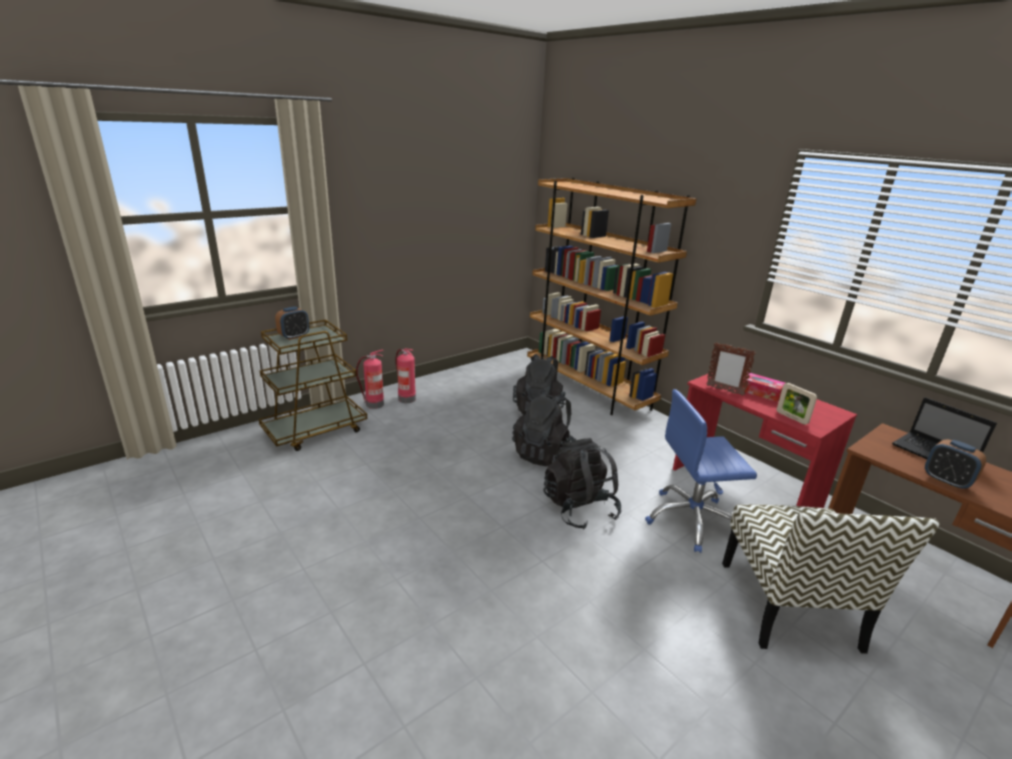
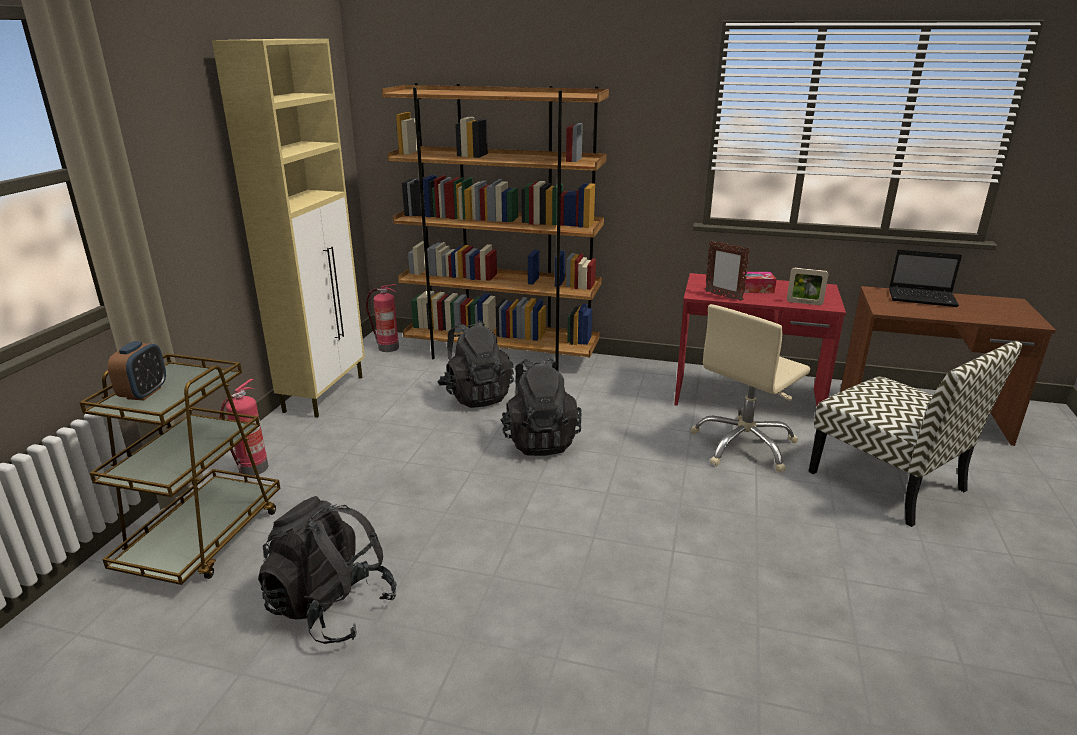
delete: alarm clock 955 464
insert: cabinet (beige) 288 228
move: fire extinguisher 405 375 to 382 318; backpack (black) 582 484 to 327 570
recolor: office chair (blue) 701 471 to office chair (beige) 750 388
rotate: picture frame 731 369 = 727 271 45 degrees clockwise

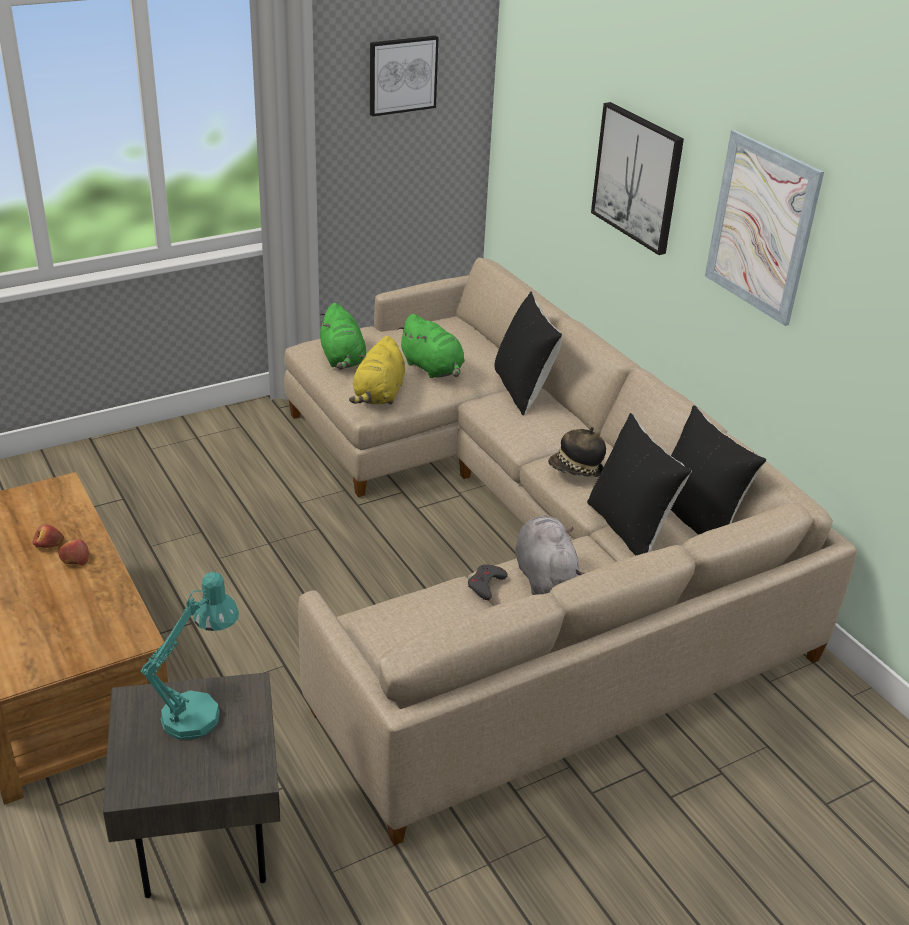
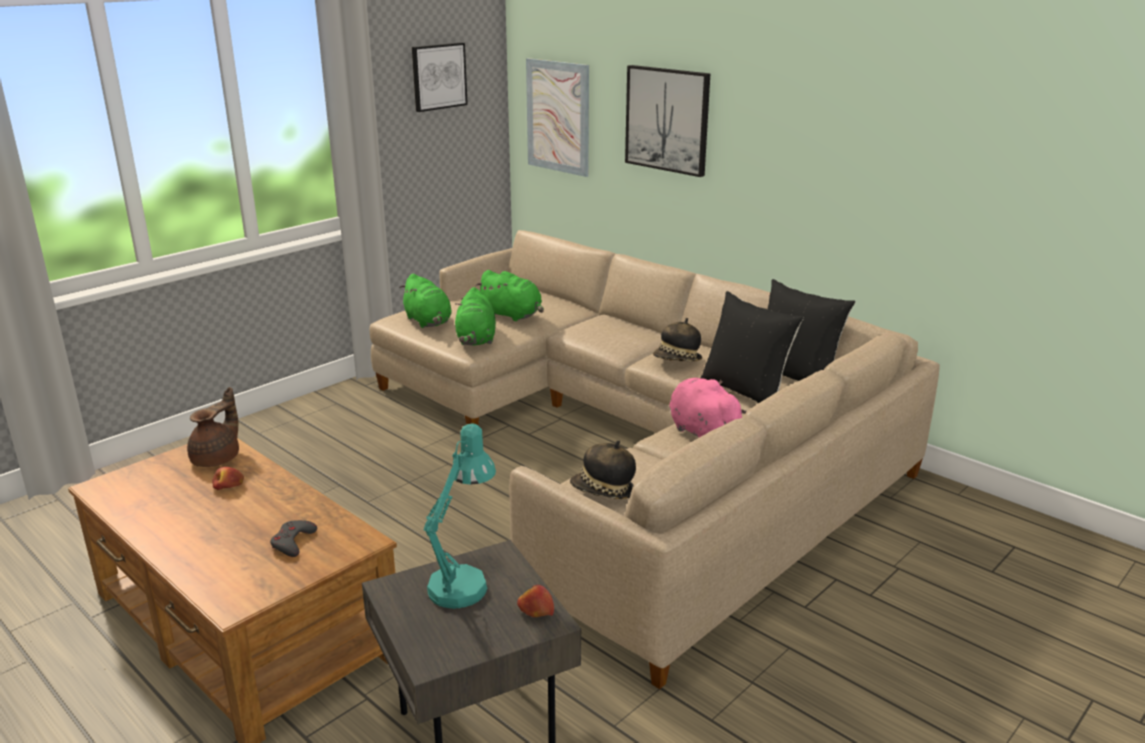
delete: pillow (black) 529 354
insert: teapot (brown) 213 427; hat 603 469
move: picture 764 228 to 557 117; apple 73 552 to 535 601; game controller (grey) 488 582 to 293 538
recolor: plush toy (yellow) 377 370 to plush toy (green) 475 316; plush toy (grey) 550 555 to plush toy (pink) 707 408

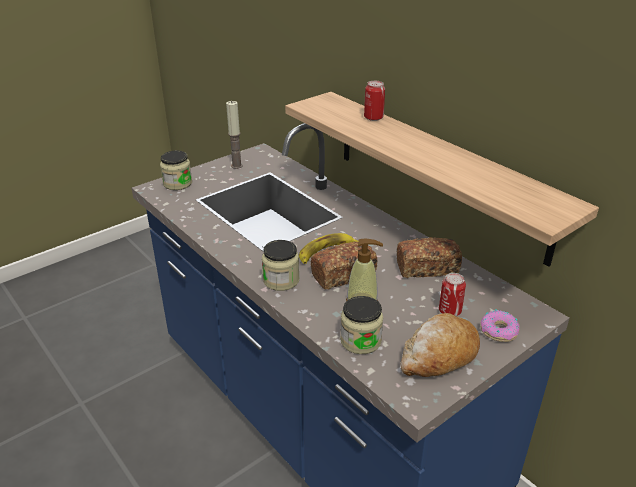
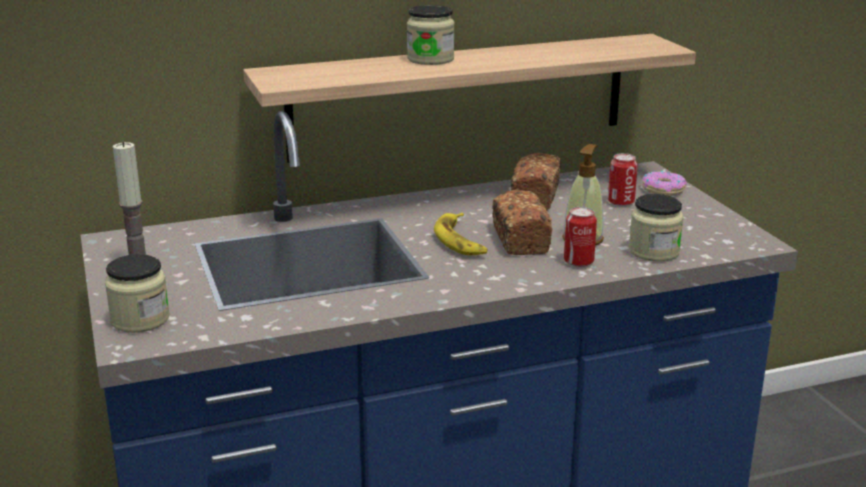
delete: bread 440 345
move: can 374 101 to 580 237; jar 280 265 to 431 35

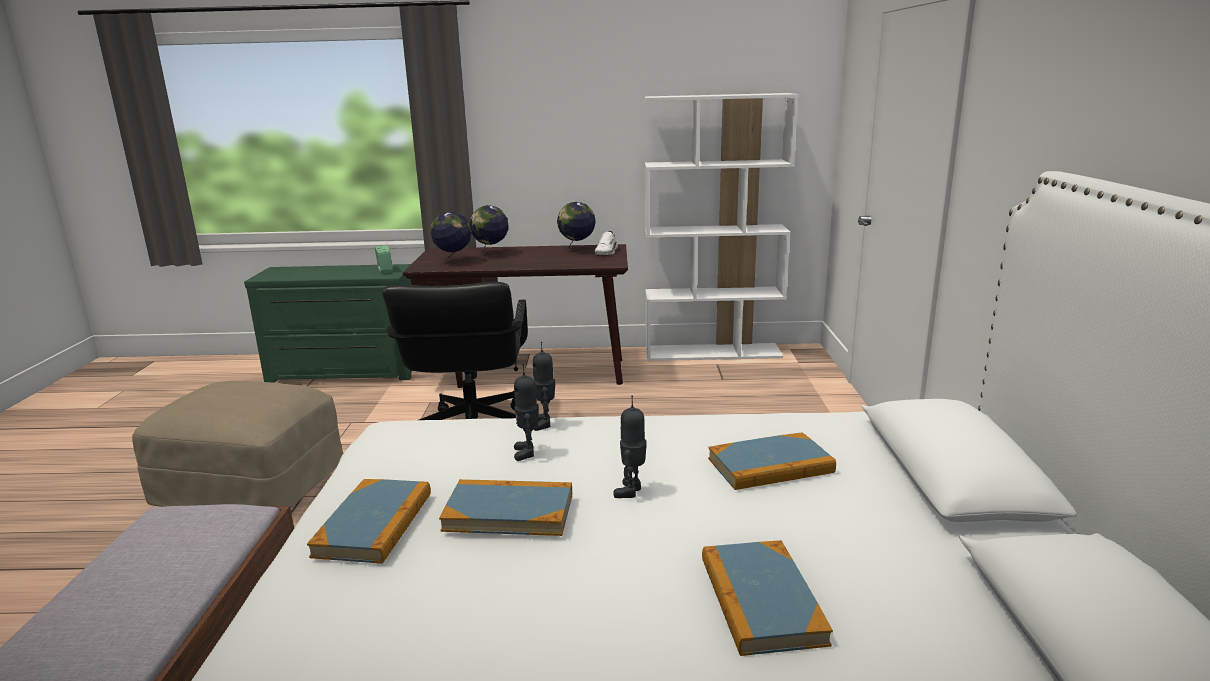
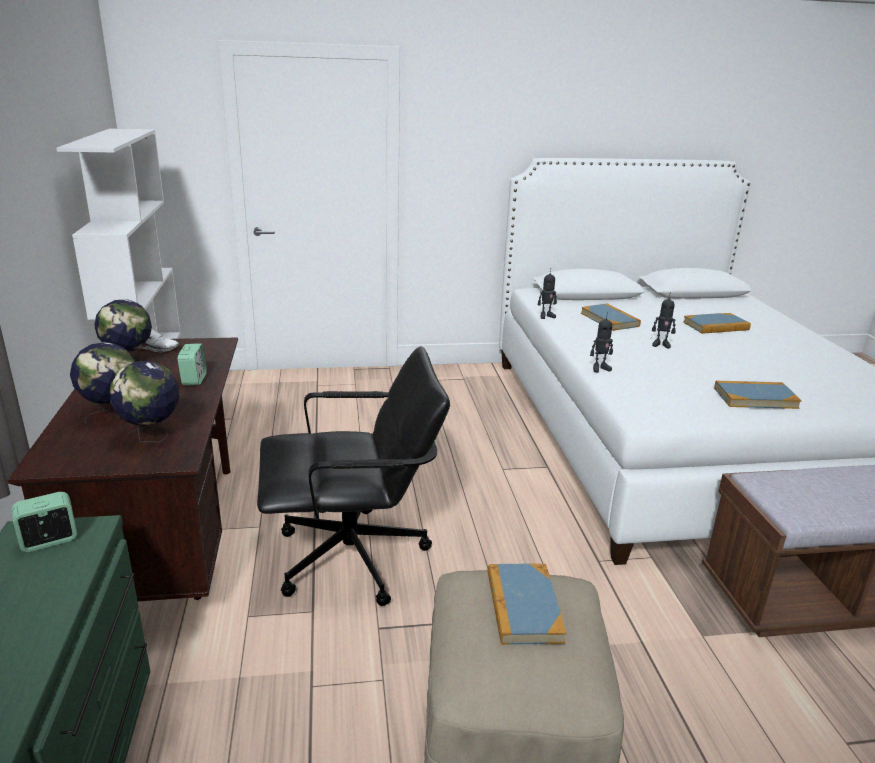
insert: alarm clock 192 364
move: toy robot 526 412 to 547 293; book 505 507 to 527 604

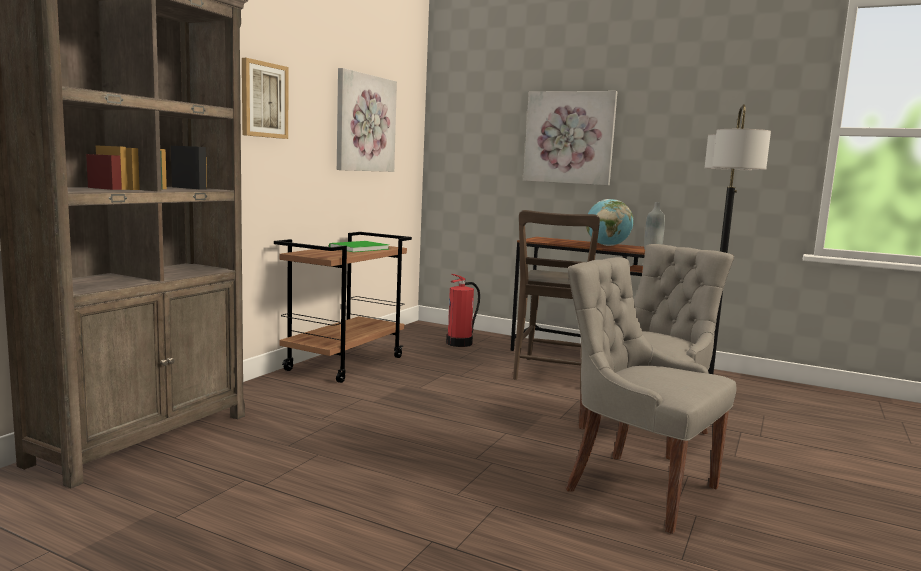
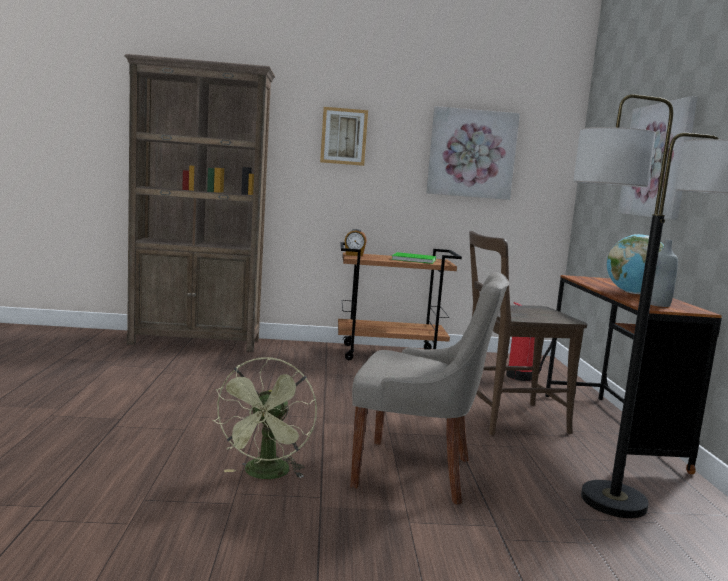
insert: alarm clock 356 242
replace: chair (grey) 651 395 to fan (green) 264 418

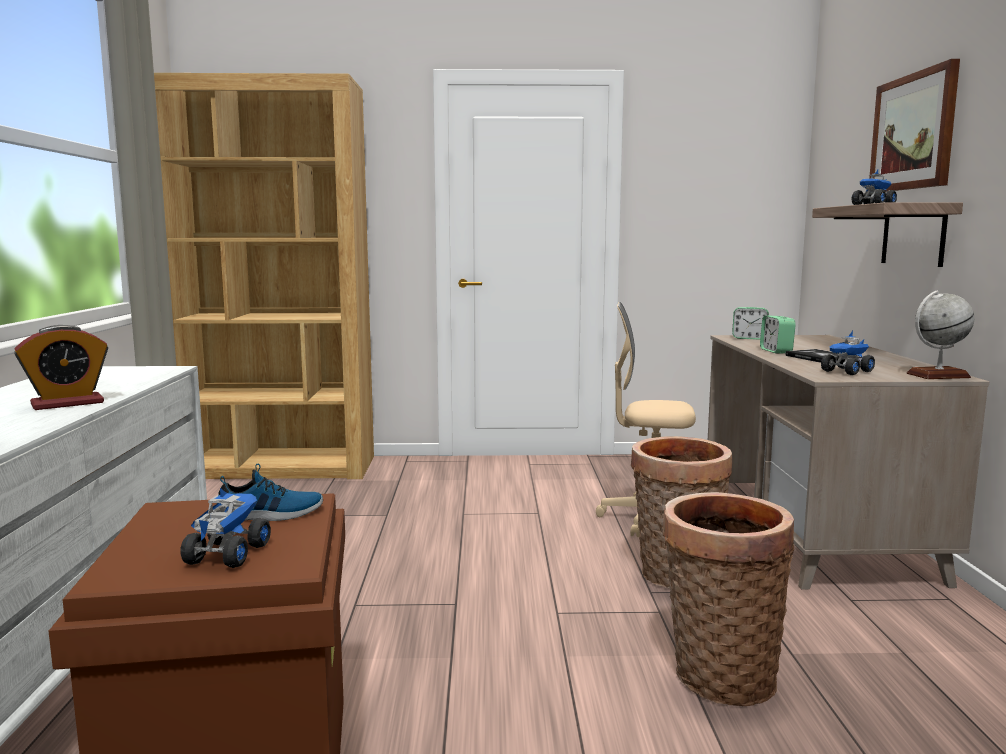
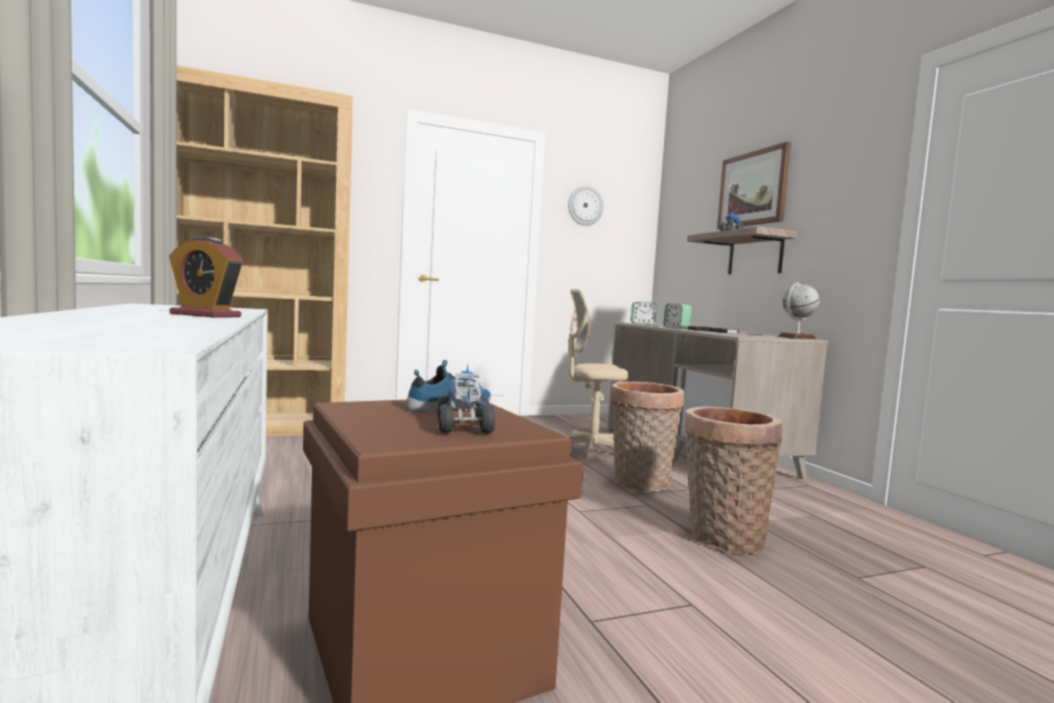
delete: toy truck 848 353
insert: wall clock 585 206
rotate: alarm clock 61 367 = 206 277 75 degrees clockwise

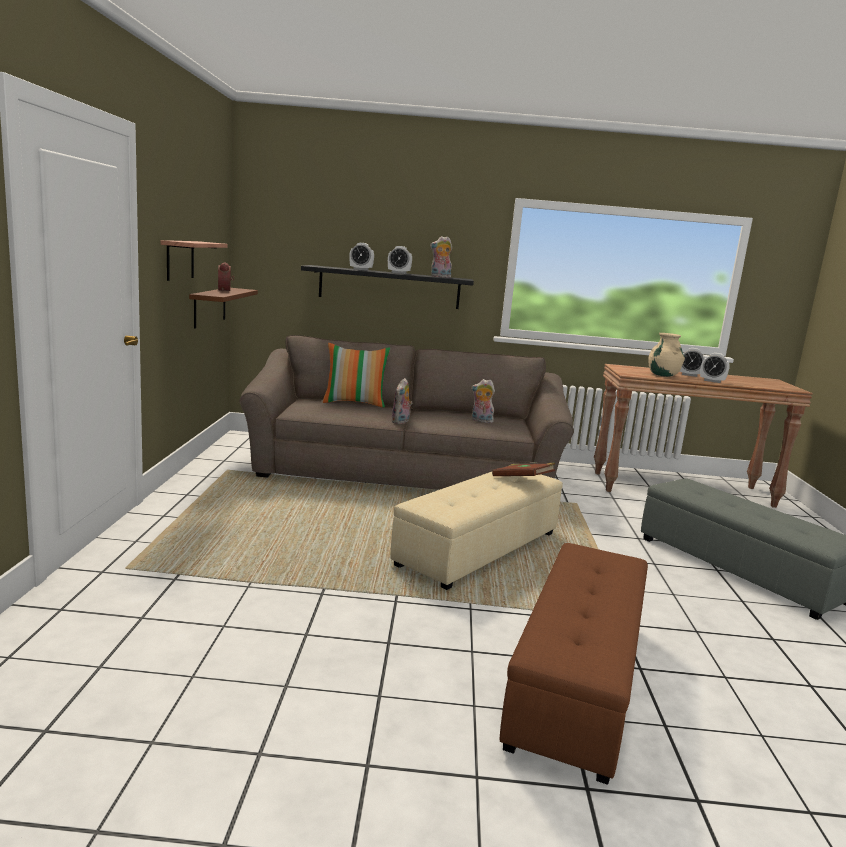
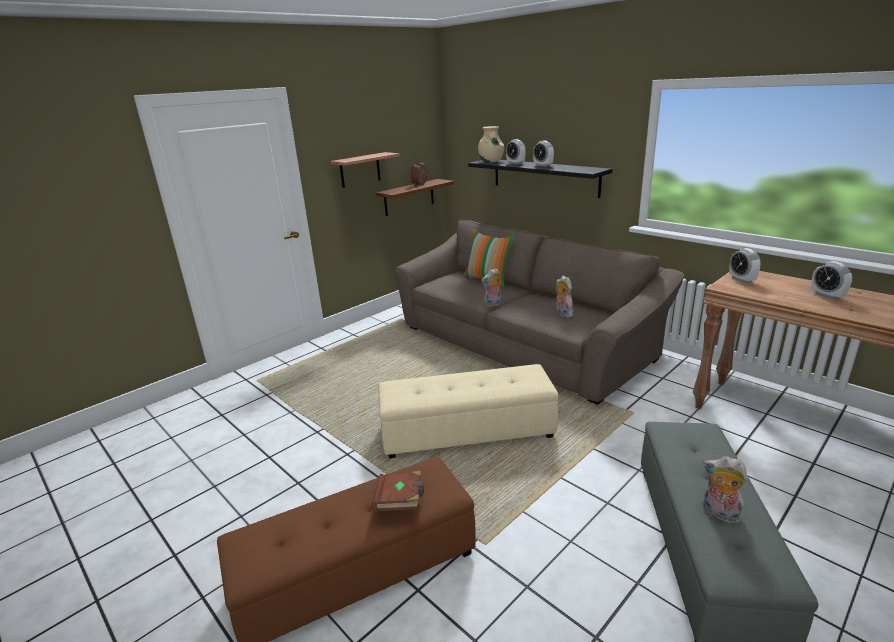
move: plush toy 441 257 to 725 489; vase (beige) 666 355 to 491 144; alarm clock 715 368 to 745 265; book (brown) 523 469 to 397 491

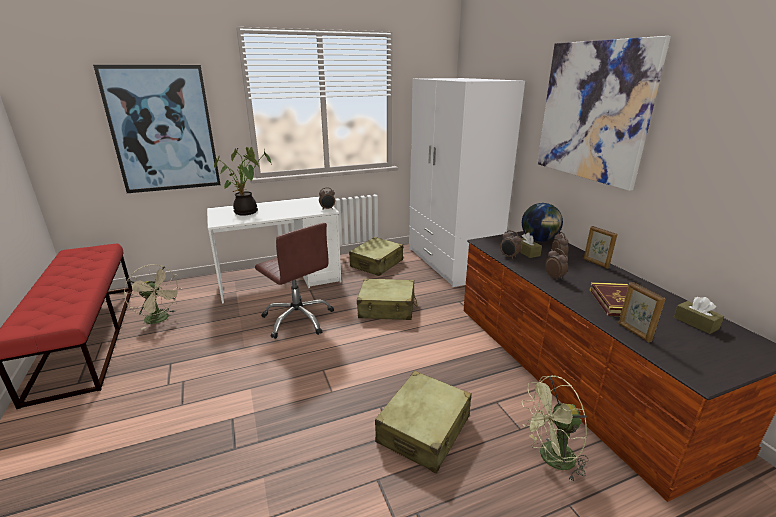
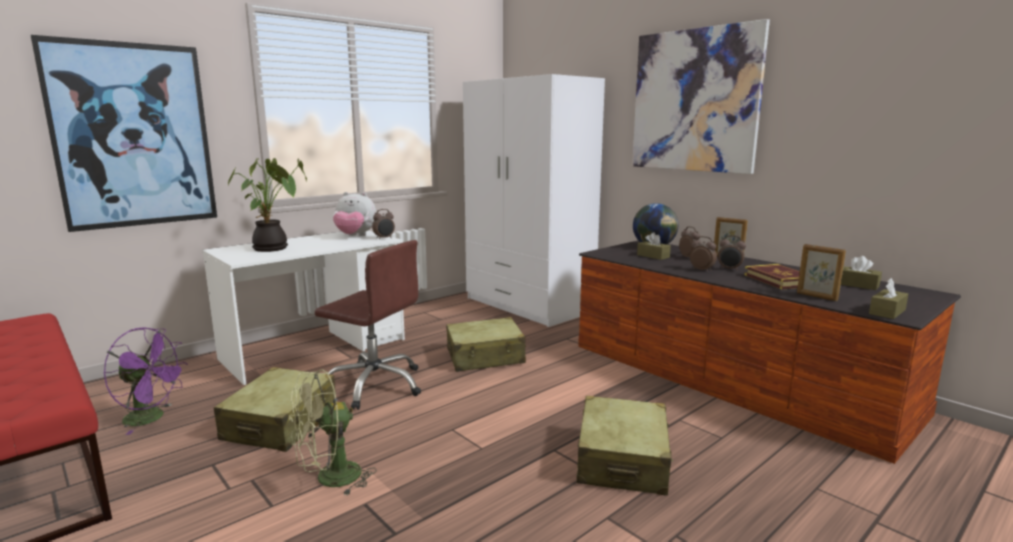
insert: plush toy 354 214; tissue box (brown) 888 298
move: alarm clock 510 244 to 732 253; suitcase (beige) 376 256 to 274 409; fan (green) 555 429 to 332 432
recolor: fan (beige) 151 297 to fan (purple) 146 381

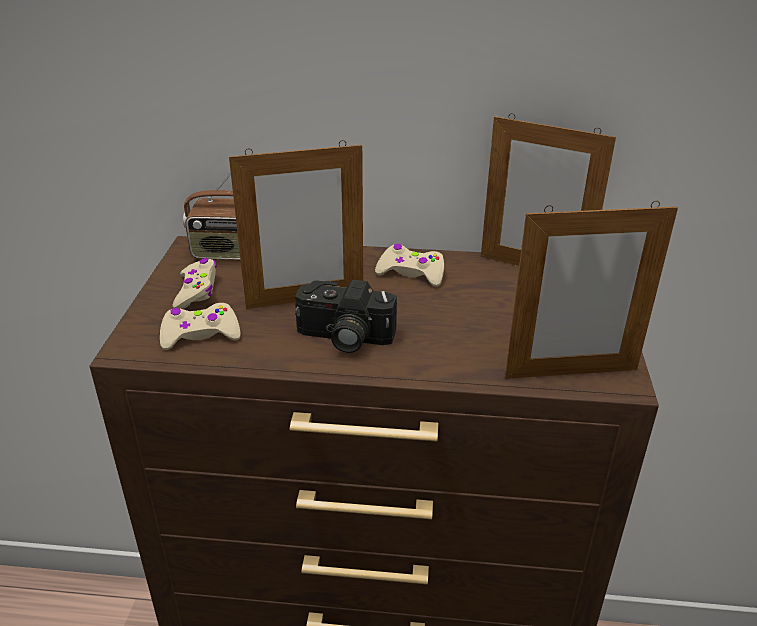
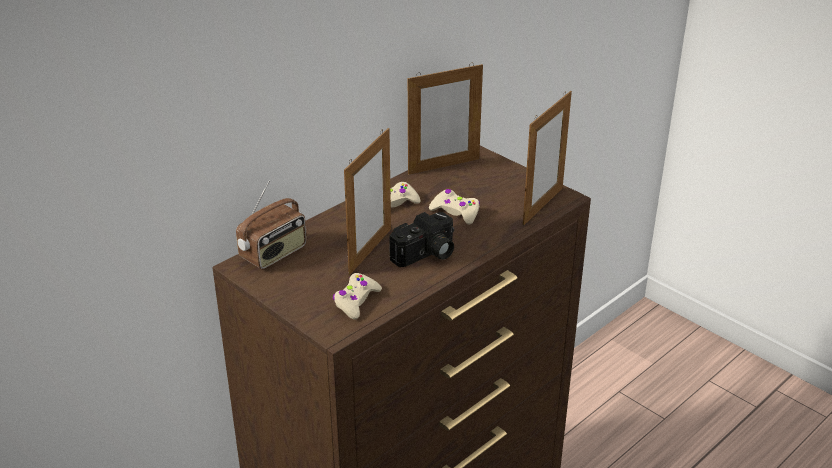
move: game controller (beige) 195 283 to 454 207

